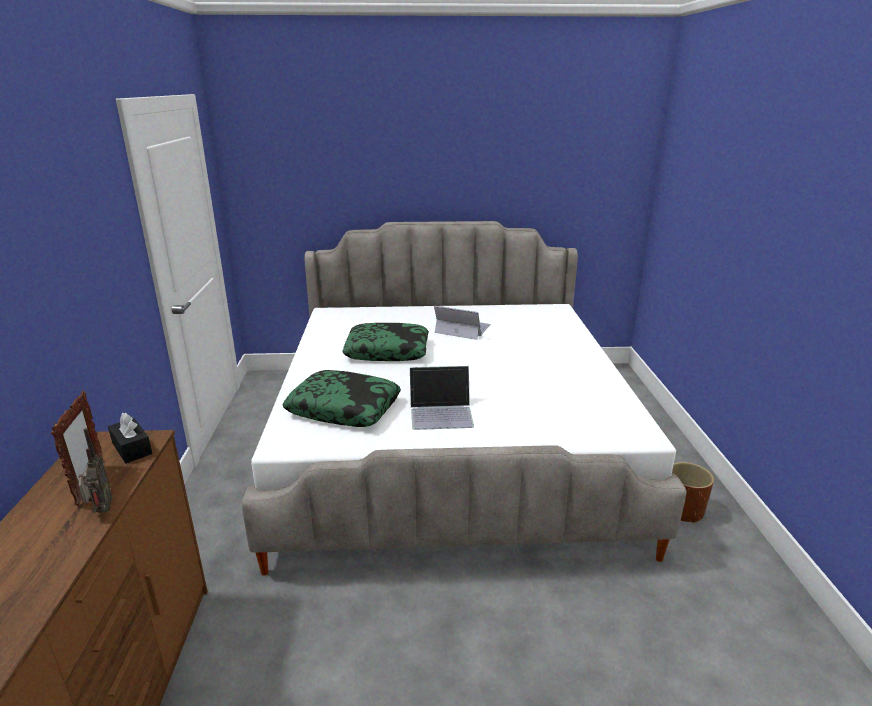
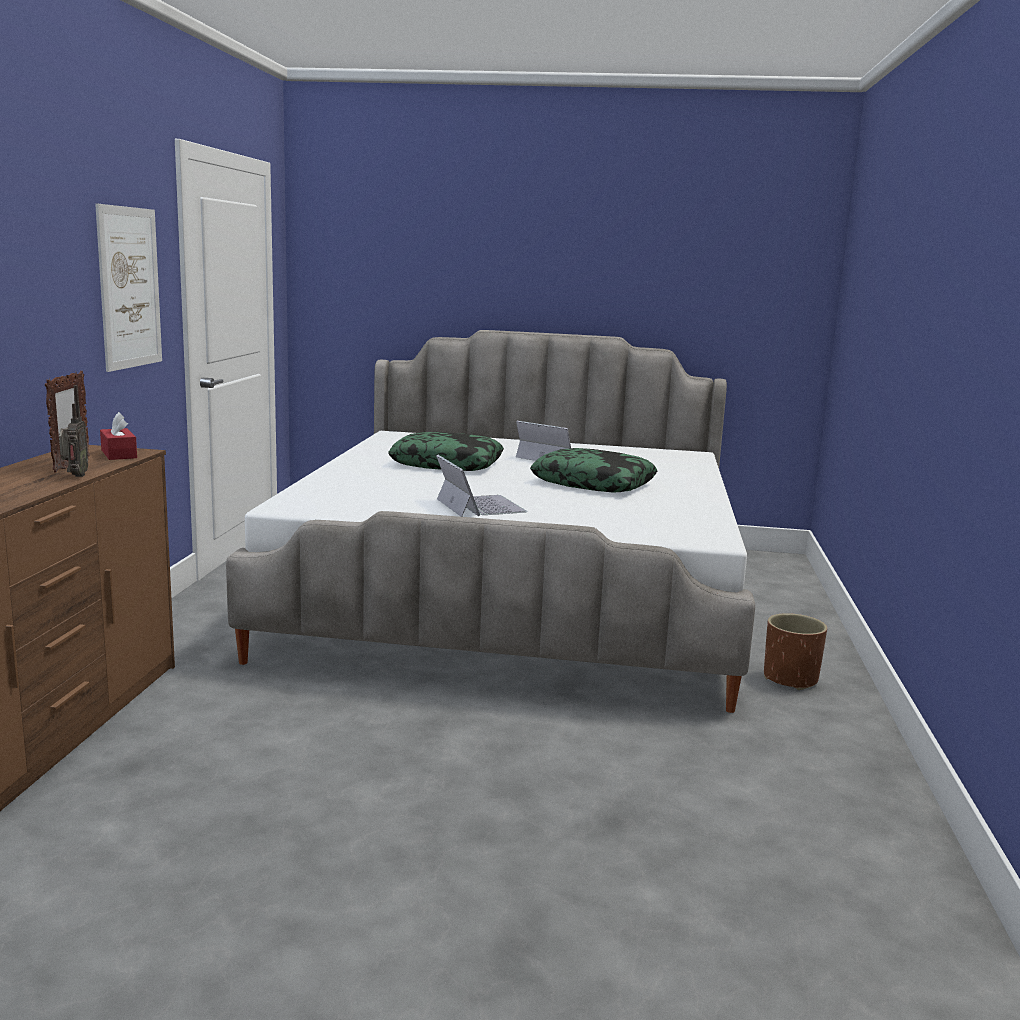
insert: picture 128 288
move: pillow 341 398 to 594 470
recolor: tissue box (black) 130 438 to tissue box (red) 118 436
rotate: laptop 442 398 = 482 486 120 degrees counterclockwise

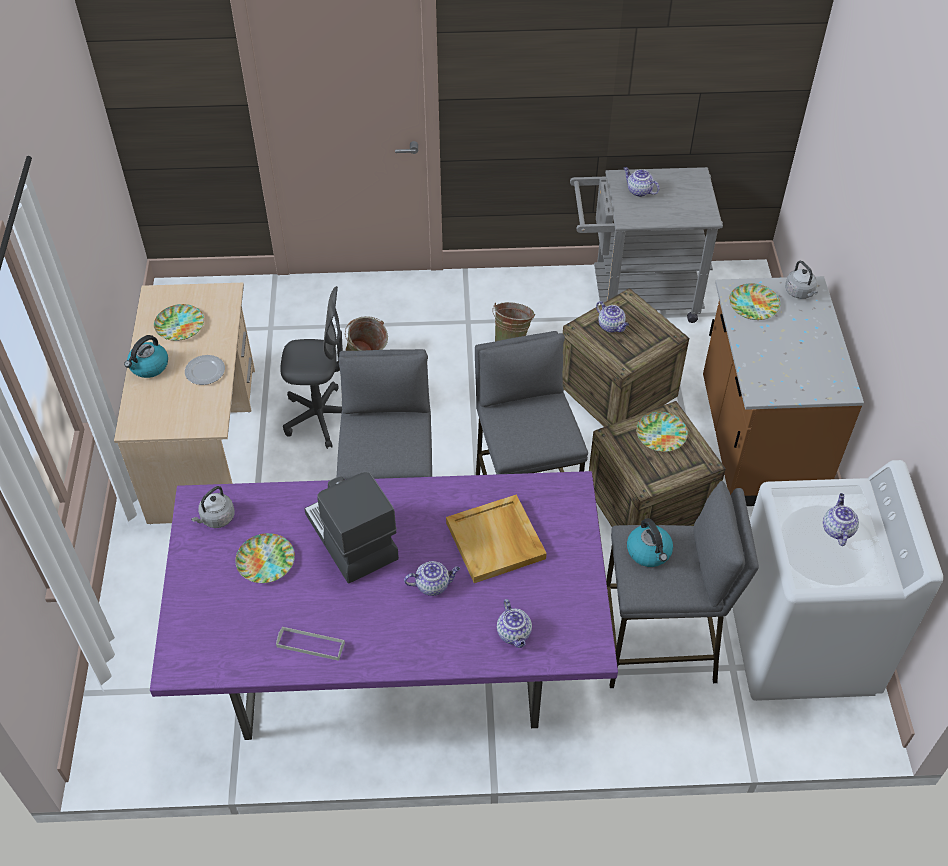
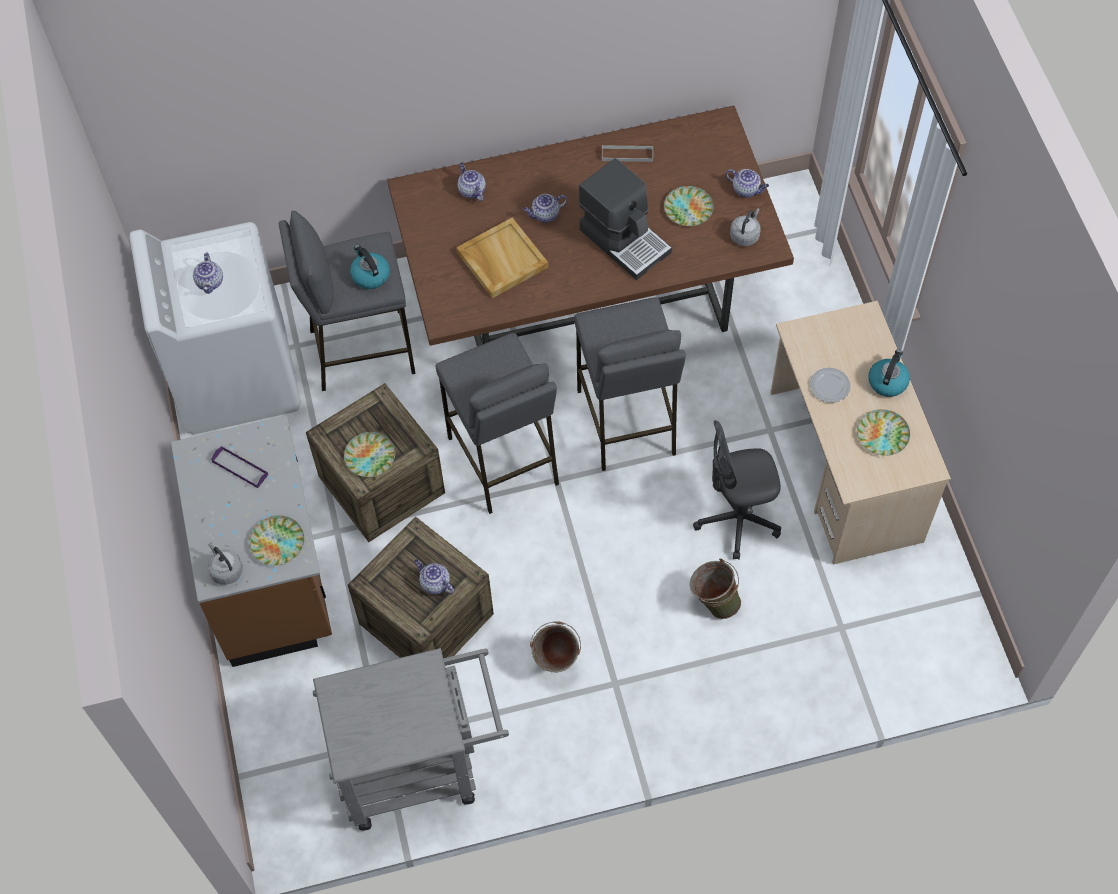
insert: tray (purple) 239 467
move: teapot 641 182 to 747 183
recolor: dining table (purple) 384 605 to dining table (brown) 590 226

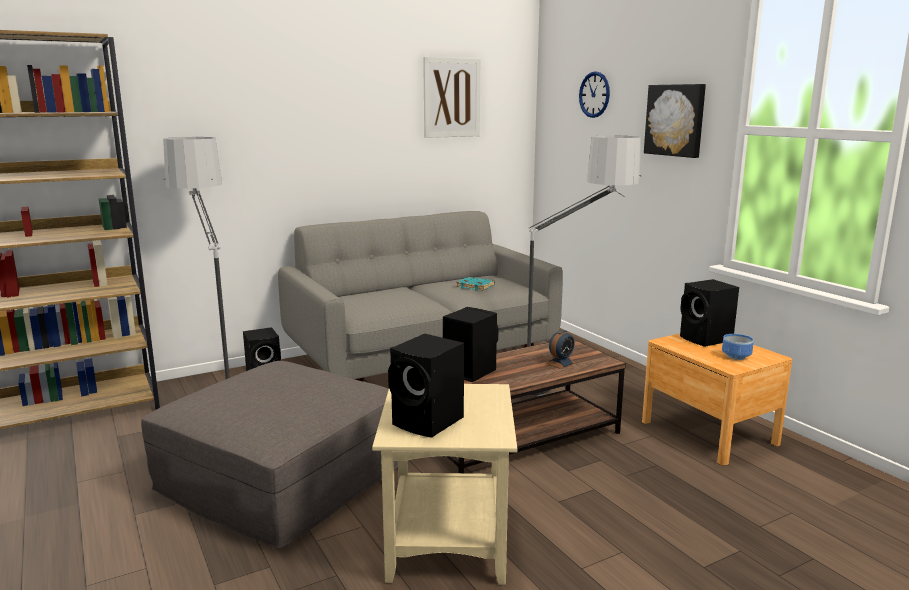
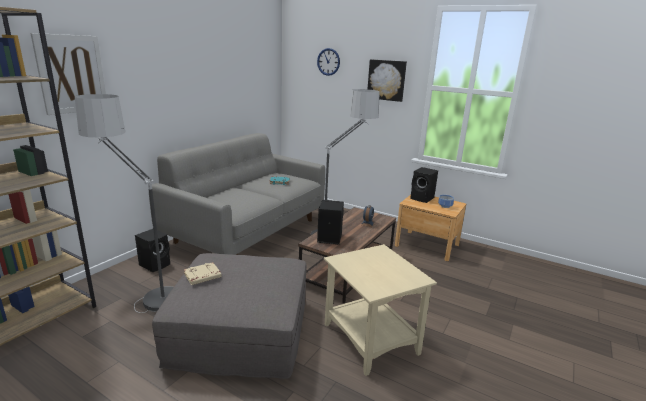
delete: speaker (black) 426 386
insert: book (beige) 203 273
move: picture 451 97 to 68 74

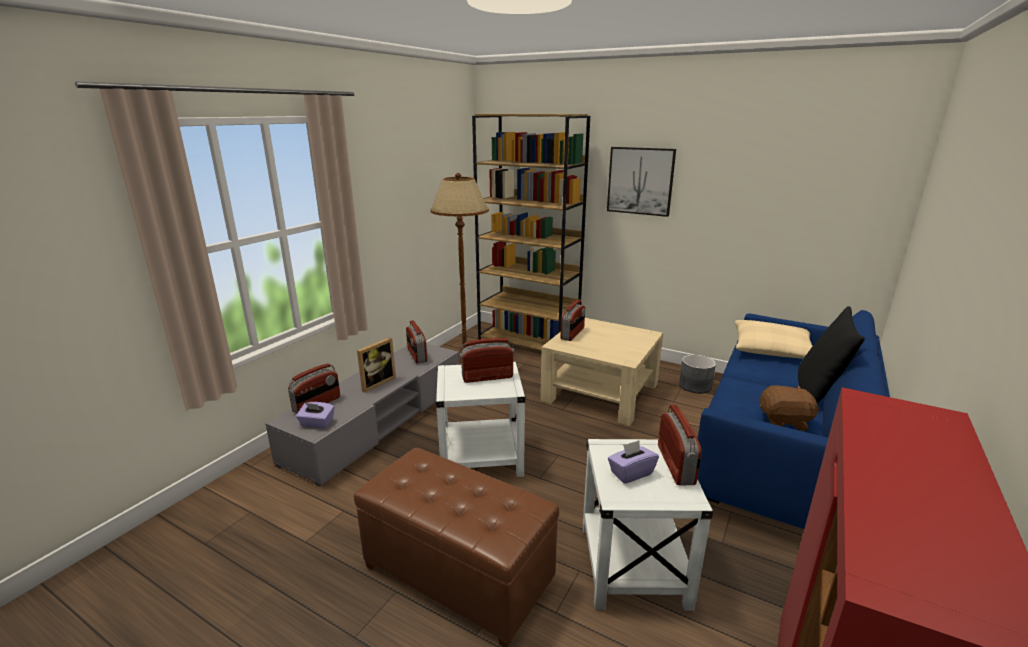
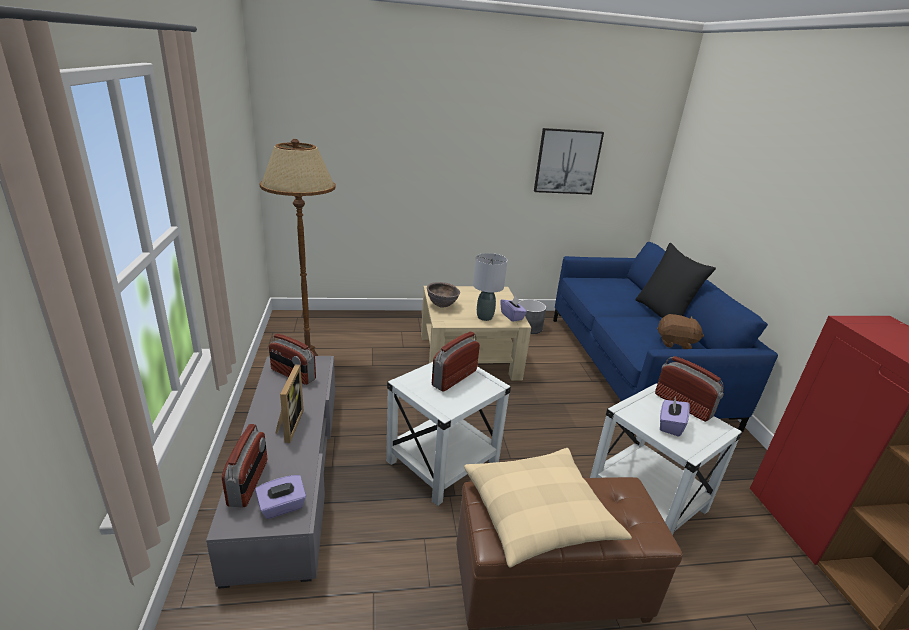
delete: bookcase (brown) 531 232
insert: table lamp (grey) 490 287; tissue box (purple) 513 309
move: picture 641 182 to 569 161; pillow (beige) 773 339 to 548 508
replace: radio 572 320 to bowl (brown) 443 295
rotate: plush toy (brown) 790 408 = 680 331 45 degrees clockwise

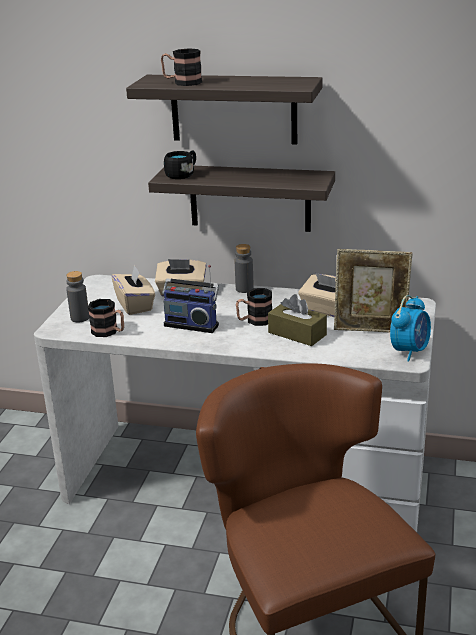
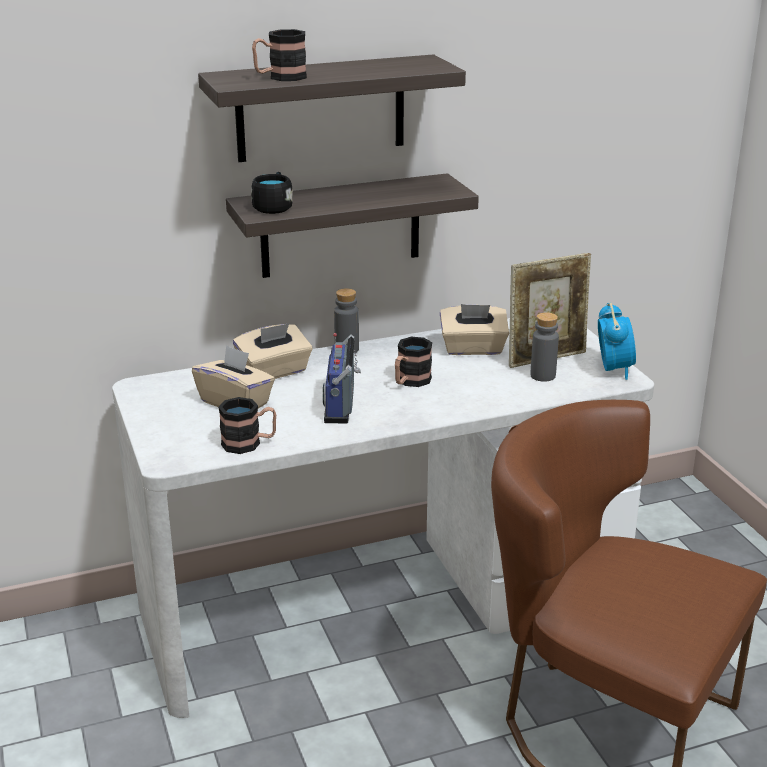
delete: tissue box (brown) 297 320
move: bottle (grey) 77 296 to 544 347
rotate: radio 190 299 = 342 378 105 degrees clockwise

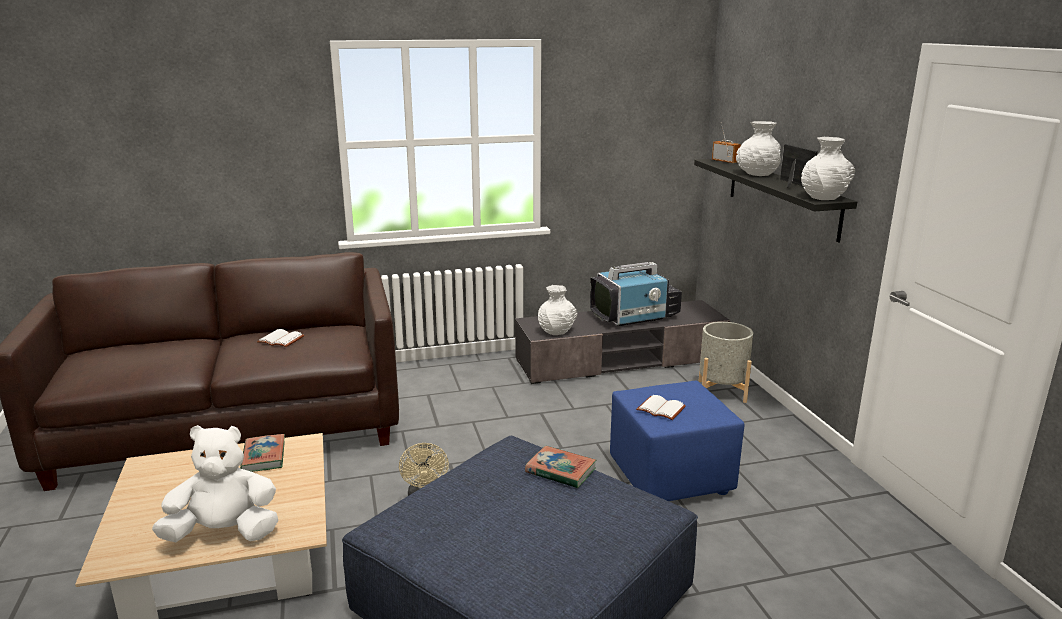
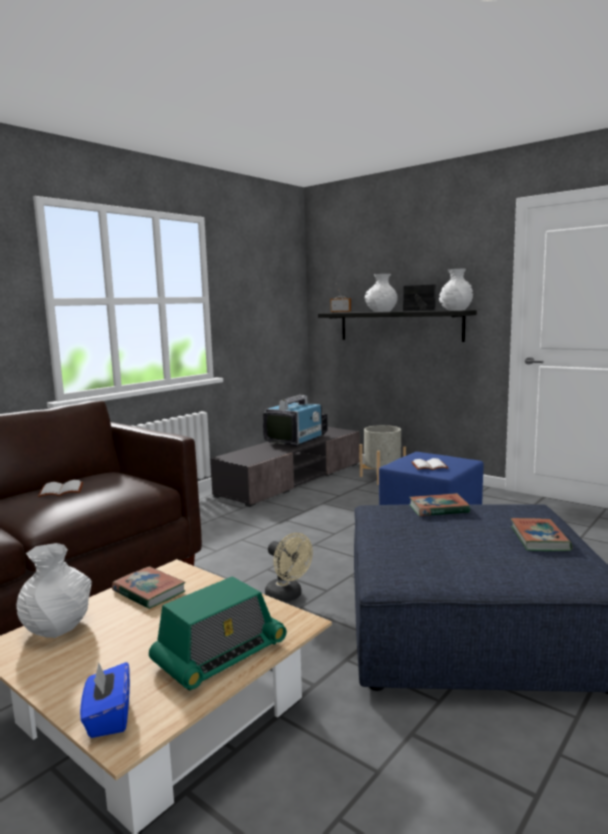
insert: book 541 534; tissue box (blue) 105 700
move: vase (white) 558 310 to 54 590
replace: plush toy (white) 215 483 to radio 218 633

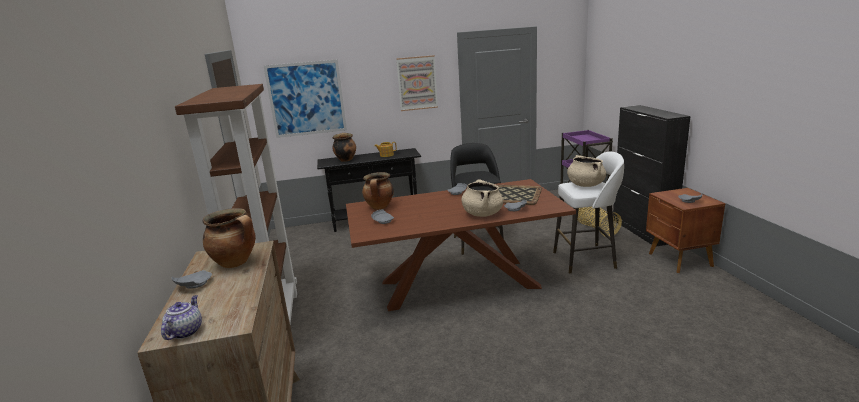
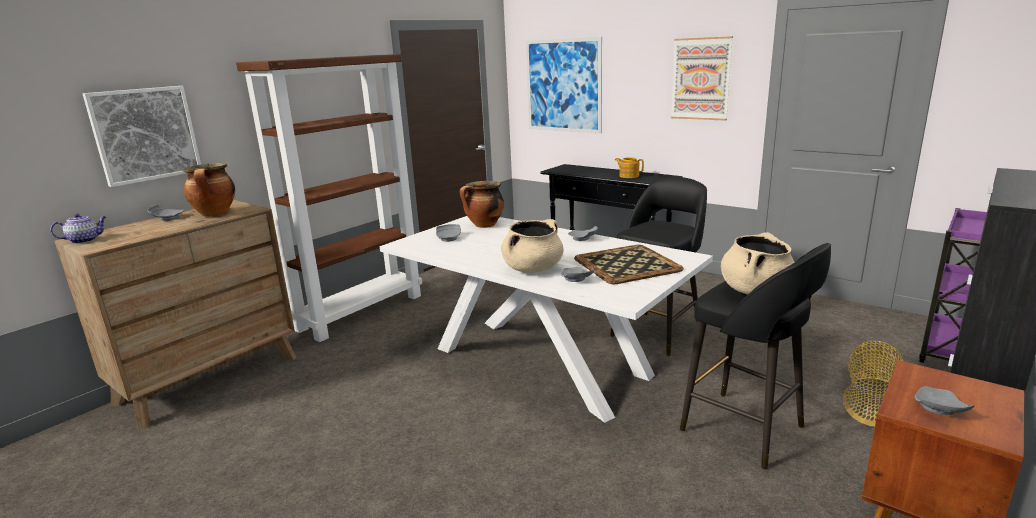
delete: cooking pot 344 147
insert: picture 142 136
recolor: stool (white) 588 213 to stool (black) 755 356; dining table (brown) 461 245 to dining table (white) 546 319

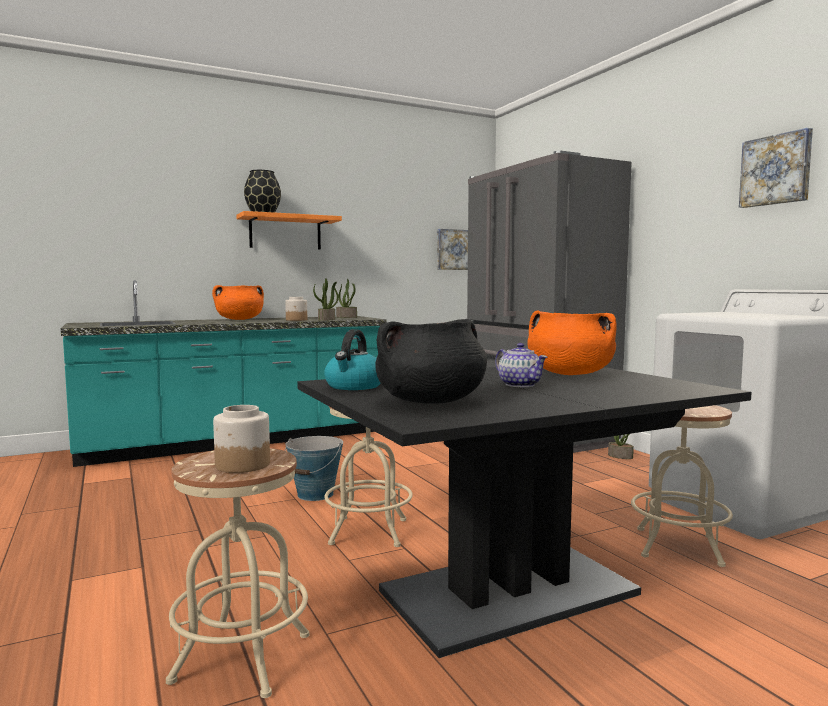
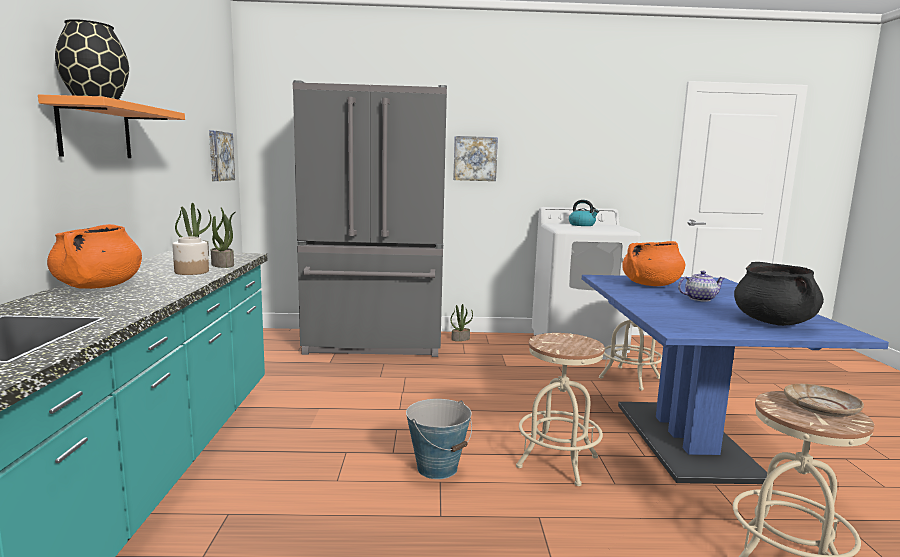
move: picture 776 168 to 475 158; kettle 352 359 to 584 213
replace: jar 241 439 to plate (beige) 824 400
recolor: dining table (black) 524 512 to dining table (blue) 735 379

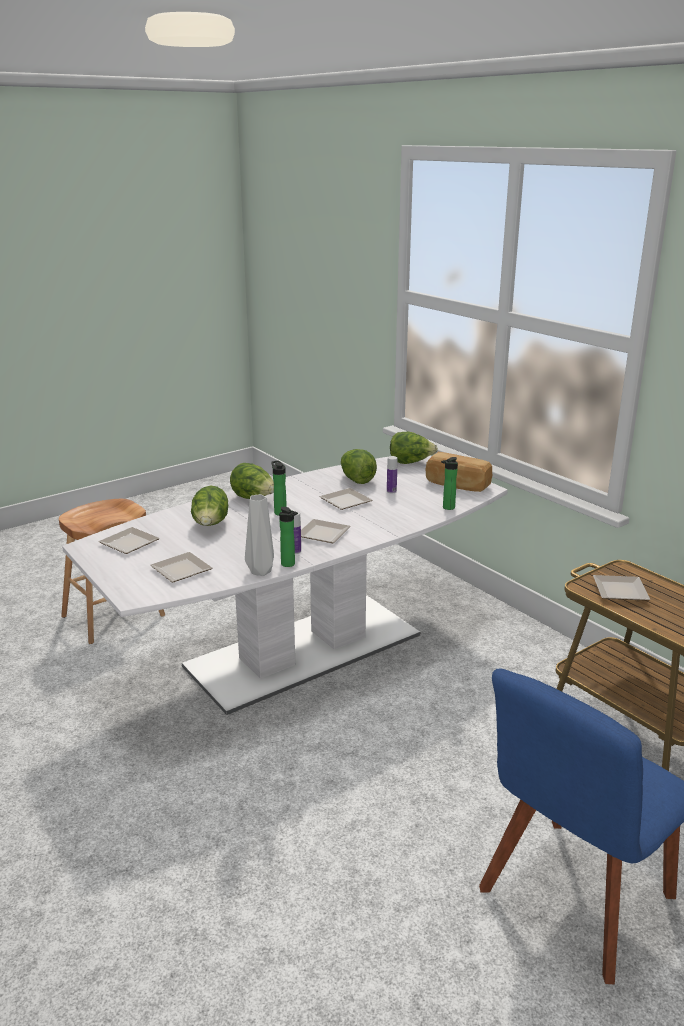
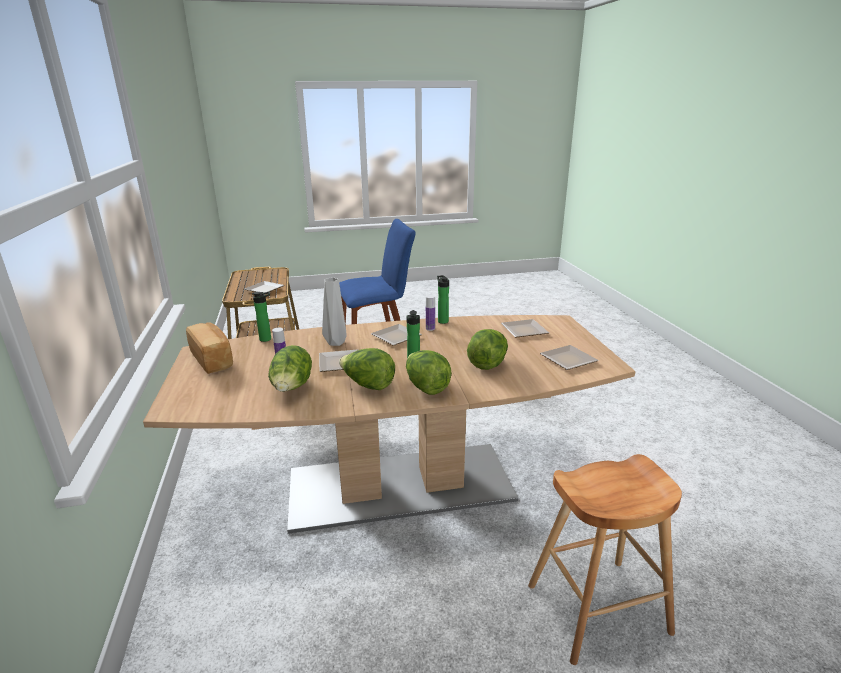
move: lettuce 414 447 to 367 369; vase (grey) 259 535 to 334 311
recolor: dining table (white) 285 585 to dining table (brown) 389 424

